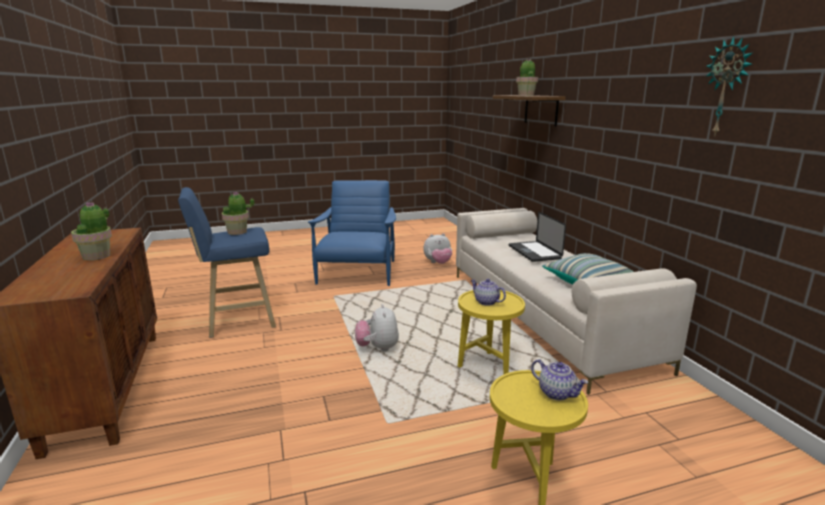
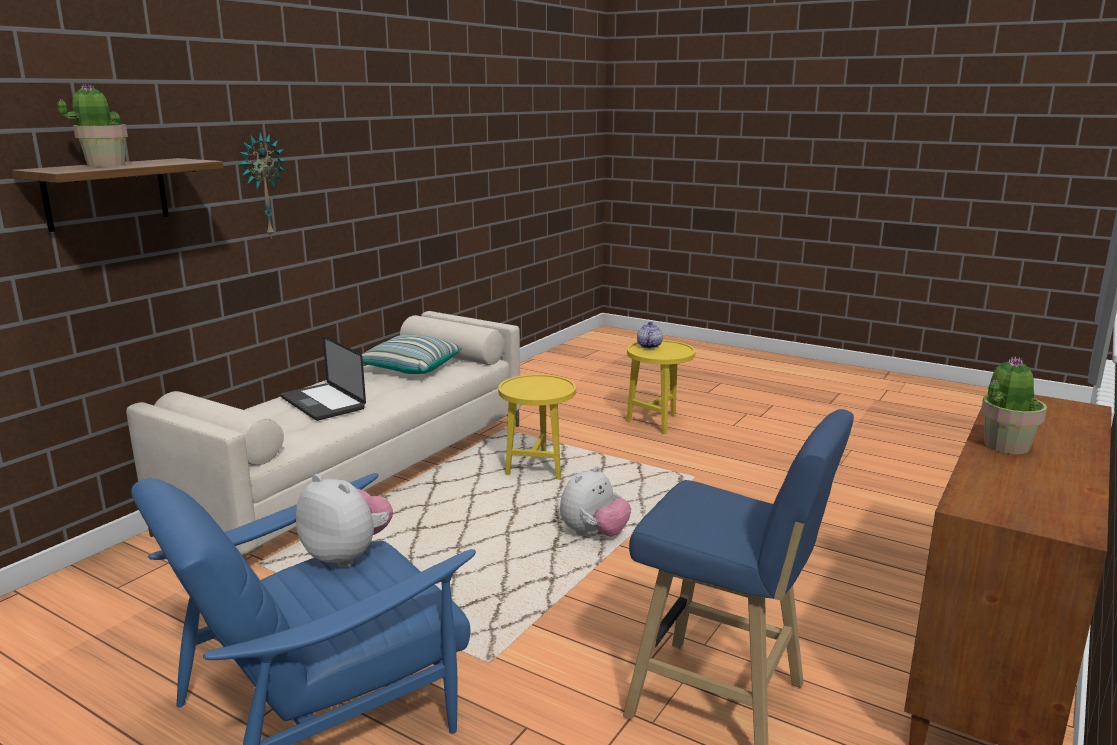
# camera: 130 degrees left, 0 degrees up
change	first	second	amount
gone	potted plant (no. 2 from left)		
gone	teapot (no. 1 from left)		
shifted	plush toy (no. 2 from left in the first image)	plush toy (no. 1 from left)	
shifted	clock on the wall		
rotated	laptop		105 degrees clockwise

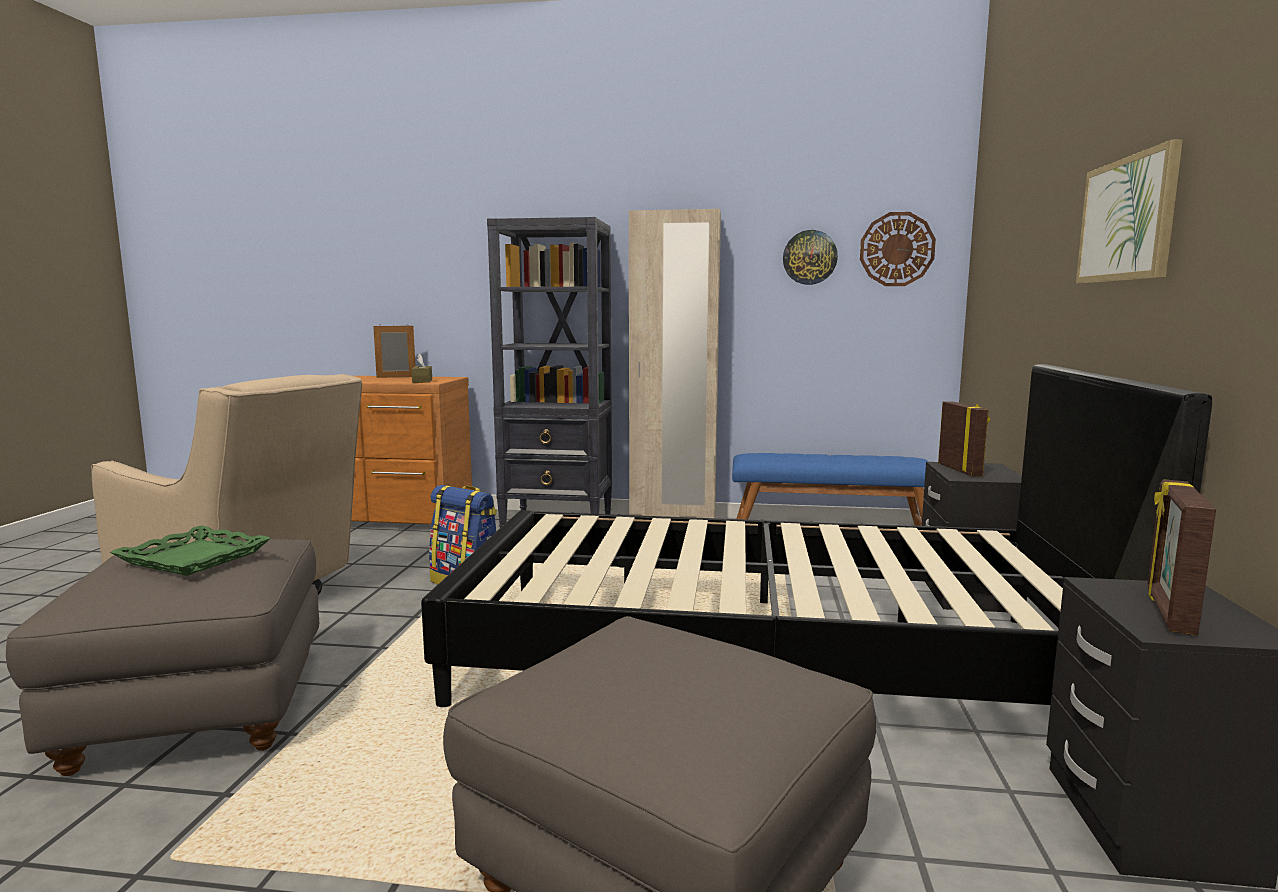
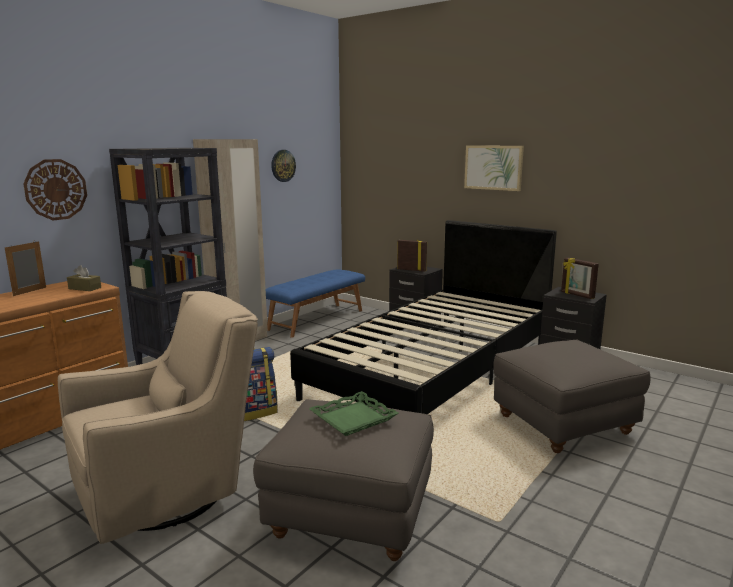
# camera: 60 degrees left, 5 degrees up
change	first	second	amount
shifted	clock on the wall (no. 2 from left in the first image)	clock on the wall (no. 1 from left)	

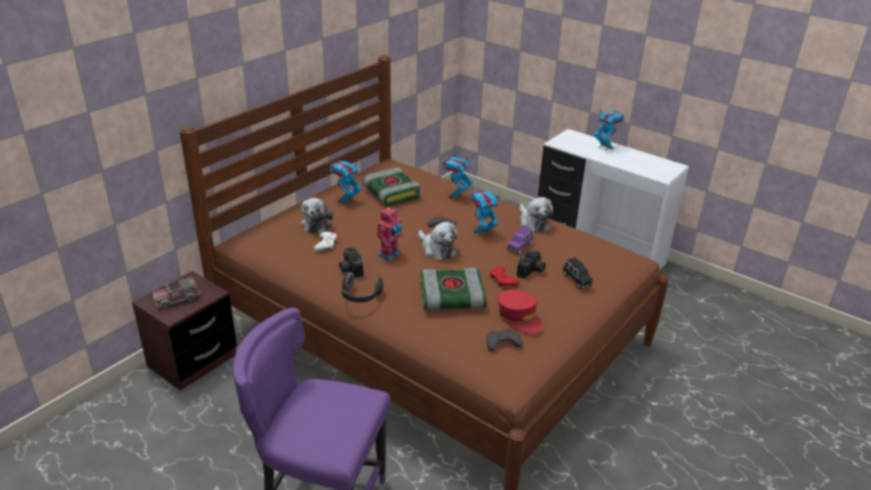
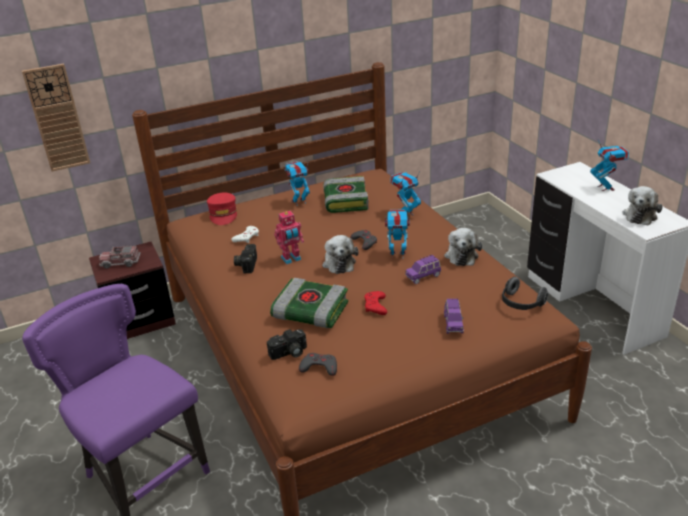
# camera: 30 degrees right, 0 degrees up
change	first	second	amount
new		clock on the wall	
shifted	plush toy (no. 1 from left in the first image)	plush toy (no. 3 from left)	
shifted	pair of headphones		
shifted	red peaked cap		
shifted	still camera (no. 2 from left)		
repainted	black-coloured model car	purple model car (no. 2 from left)	

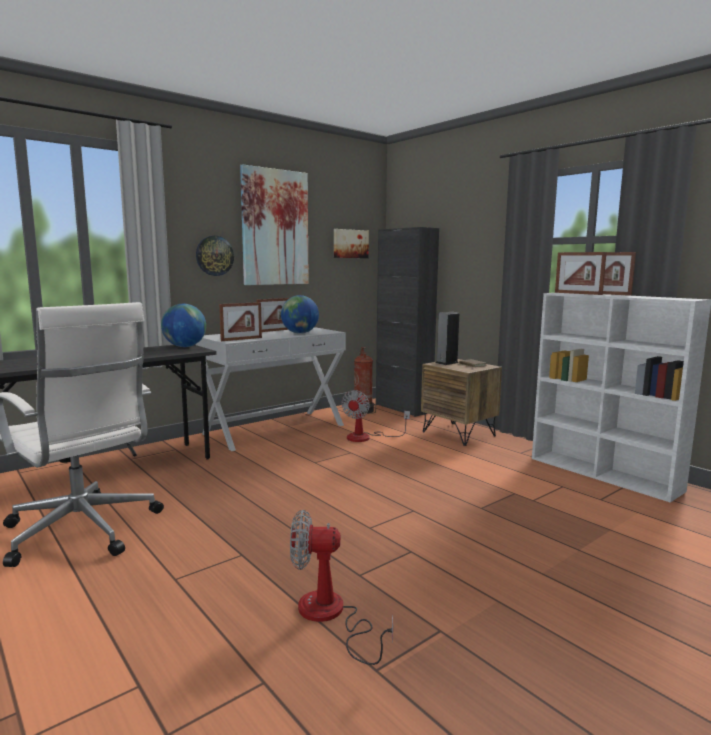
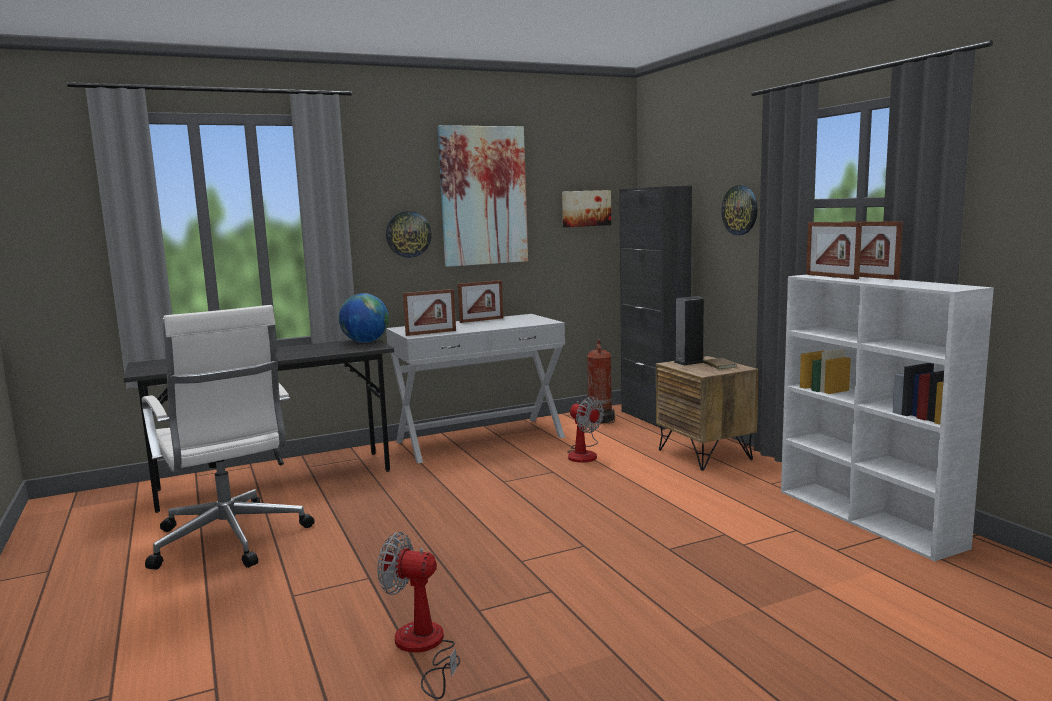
# camera: 15 degrees right, 0 degrees up
change	first	second	amount
gone	globe (no. 2 from left)		
new		clock on the wall (no. 2 from left)	
rotated	cooling fan (no. 2 from left)		75 degrees counterclockwise

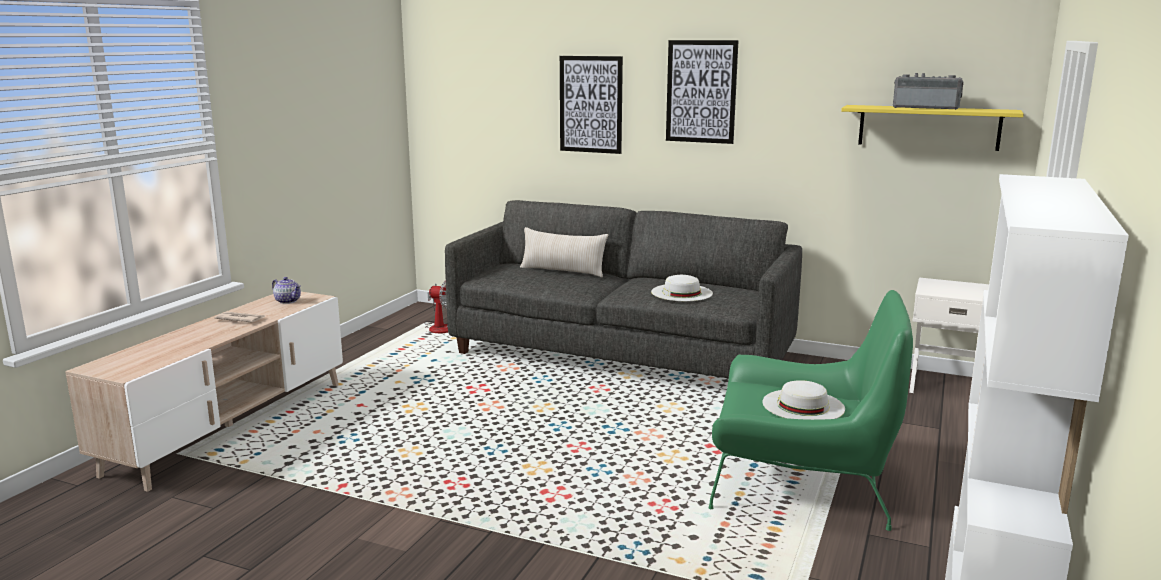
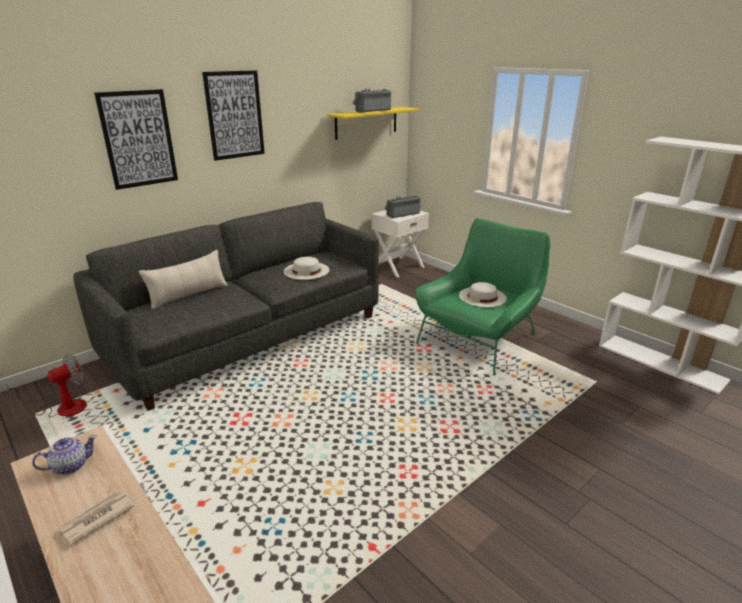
# camera: 65 degrees left, 10 degrees up
change	first	second	amount
new		radio (no. 2 from left)	

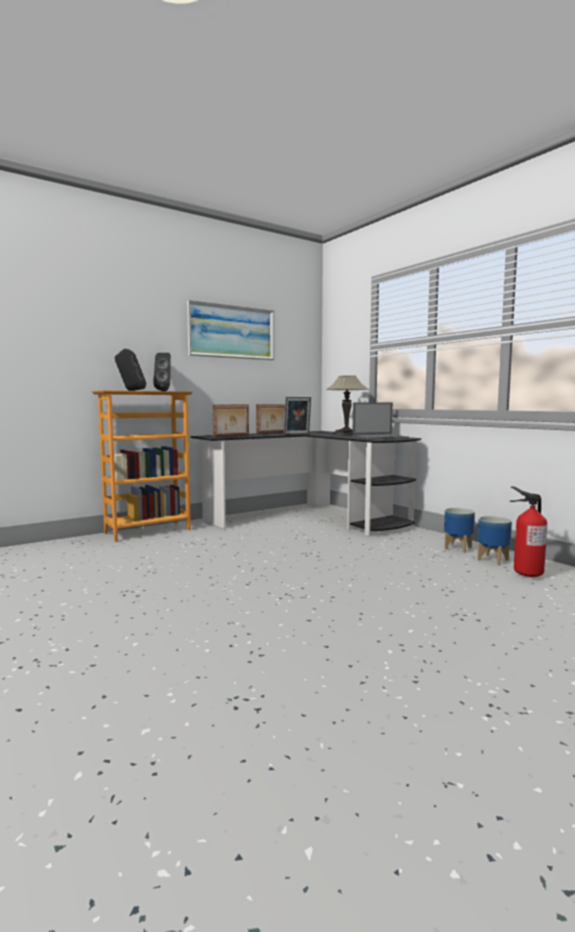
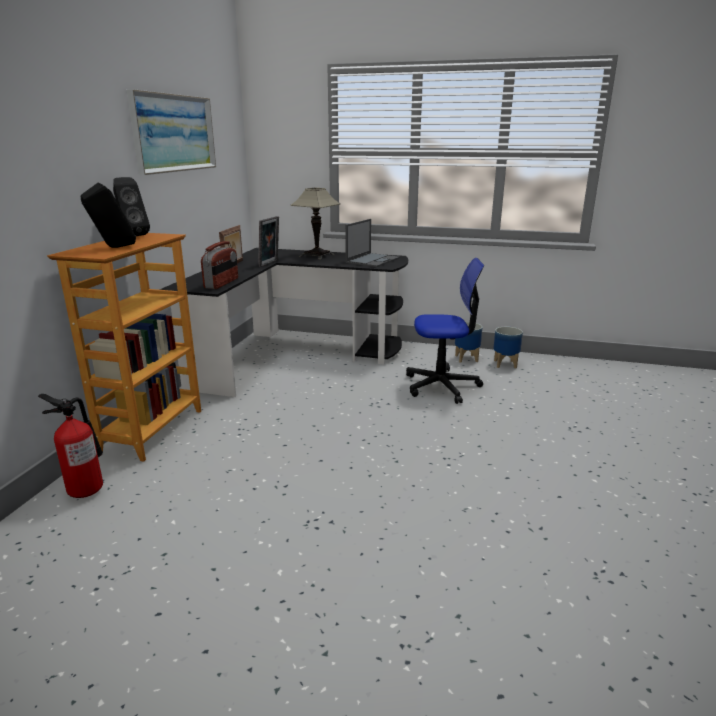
# camera: 40 degrees left, 15 degrees up
change	first	second	amount
new		office chair	
shifted	extinguisher		
swapped	picture frame (no. 1 from left)	radio	

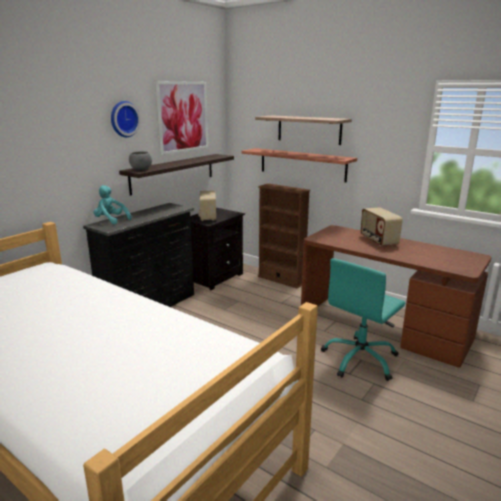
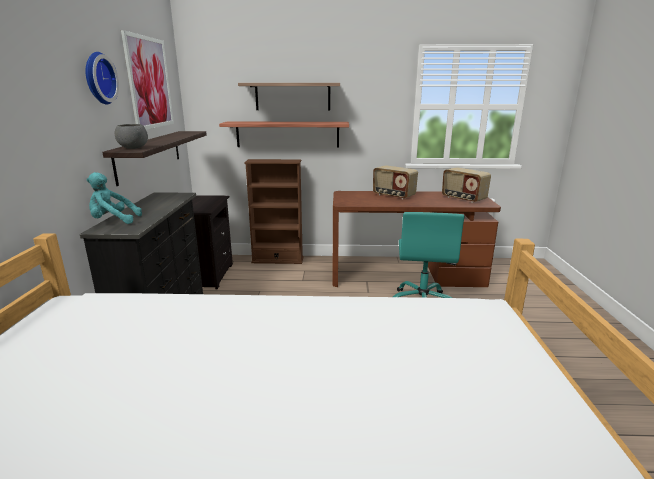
# camera: 35 degrees left, 0 degrees up
change	first	second	amount
shifted	radio (no. 1 from left in the first image)	radio (no. 2 from left)	

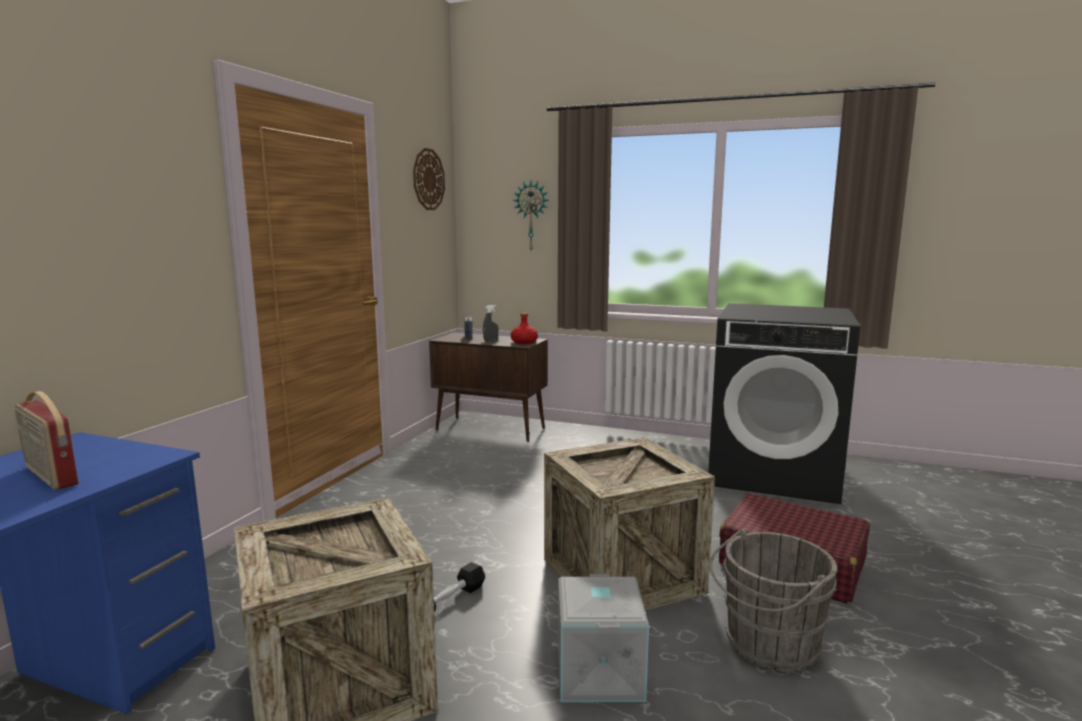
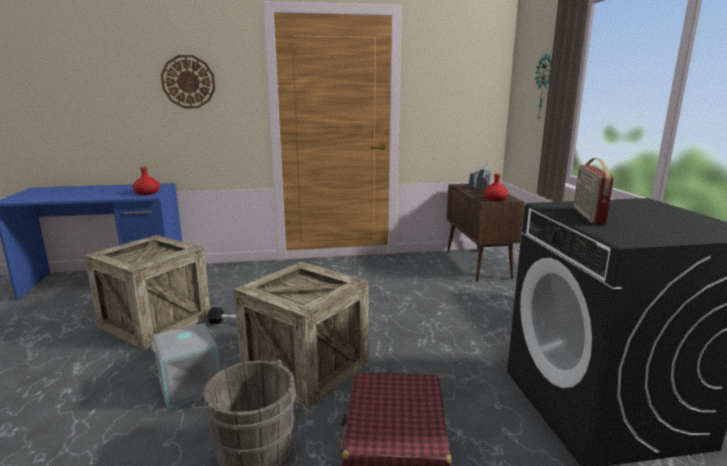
# camera: 60 degrees right, 5 degrees up
change	first	second	amount
new		red bottle (no. 1 from left)	
shifted	radio (no. 1 from left in the first image)	radio (no. 2 from left)	
shifted	clock on the wall (no. 1 from left)		

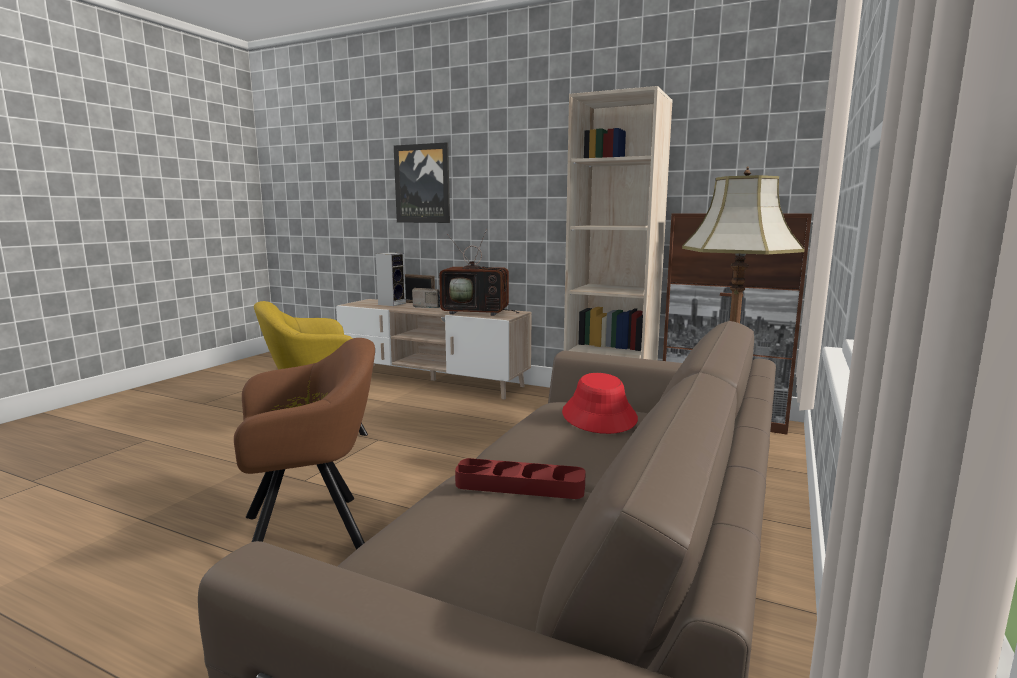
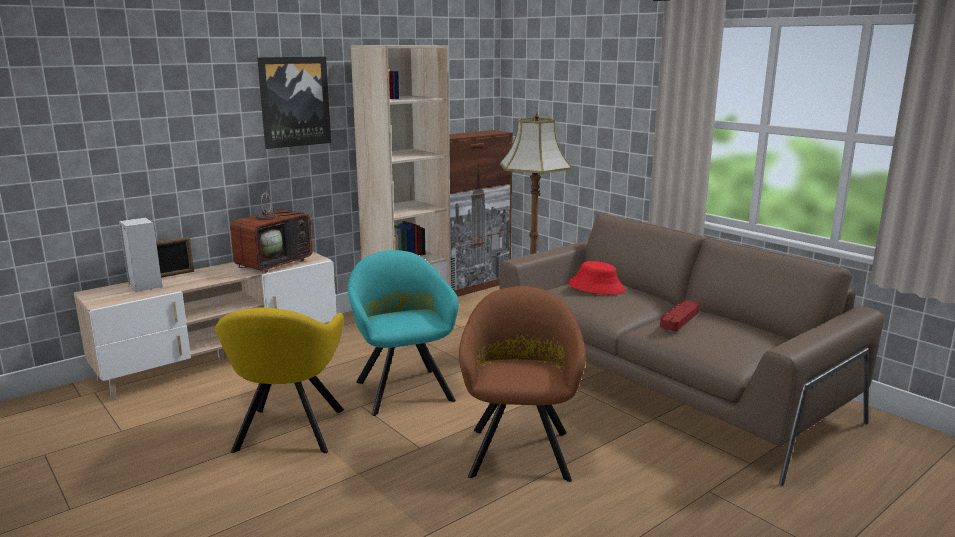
# camera: 65 degrees left, 5 degrees up
change	first	second	amount
gone	radio		
new		turquoise armchair	
shifted	wall art		

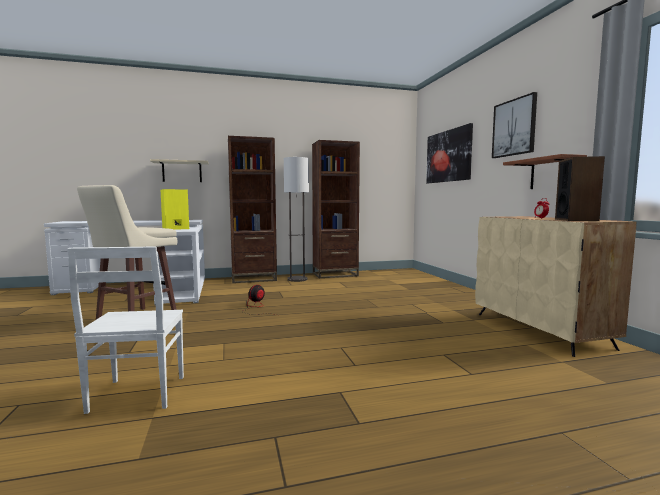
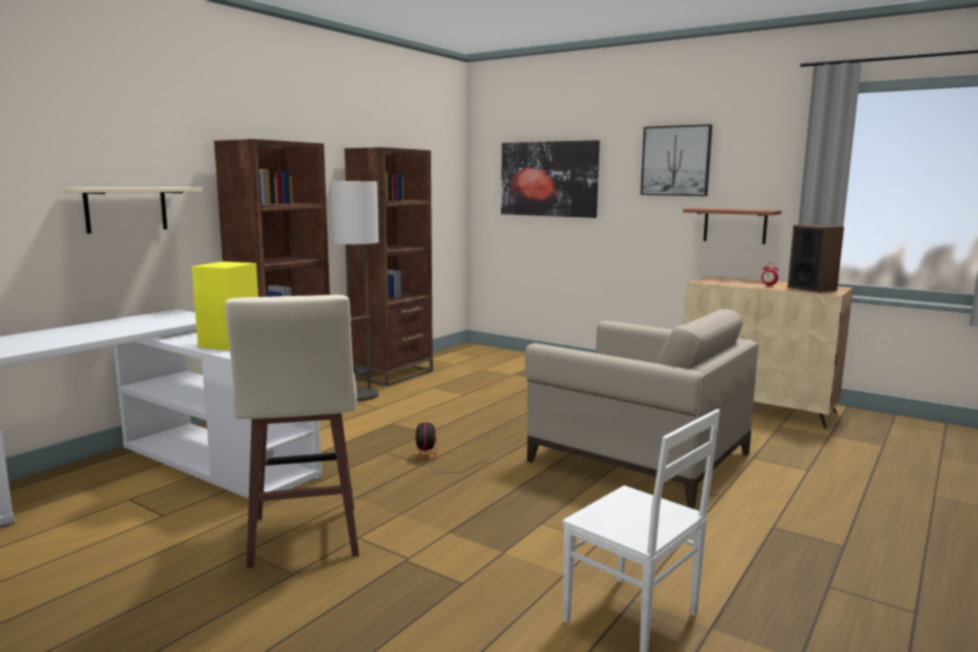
# camera: 40 degrees left, 5 degrees up
change	first	second	amount
new		beige armchair	

